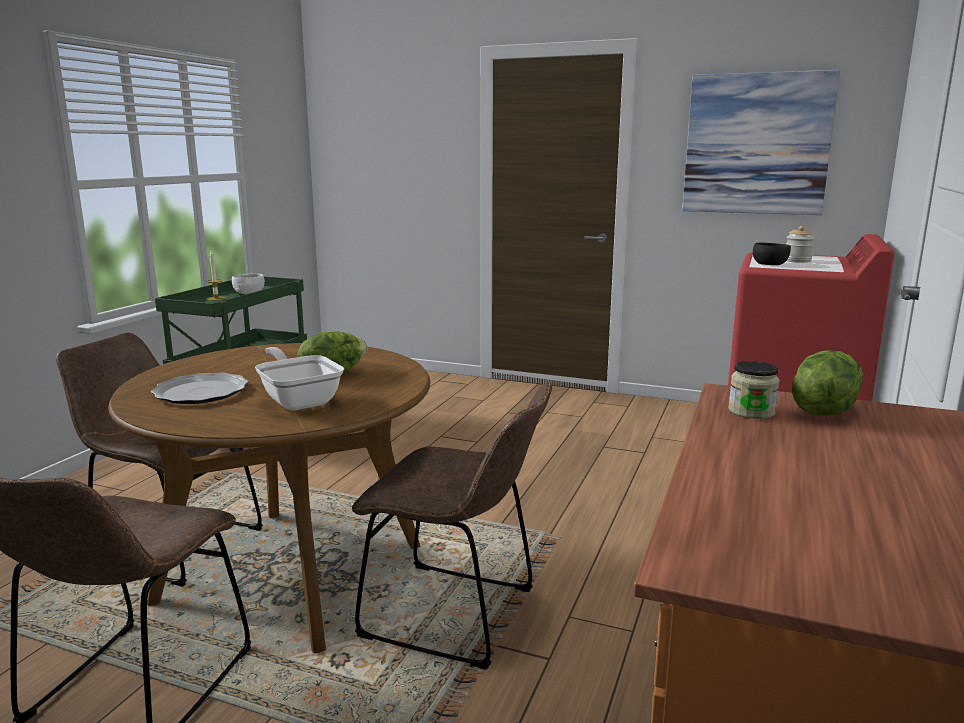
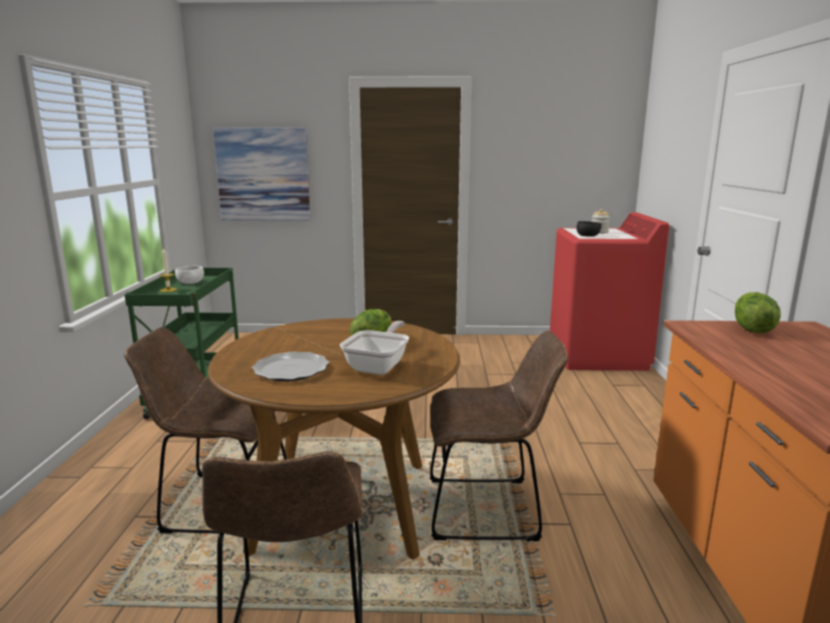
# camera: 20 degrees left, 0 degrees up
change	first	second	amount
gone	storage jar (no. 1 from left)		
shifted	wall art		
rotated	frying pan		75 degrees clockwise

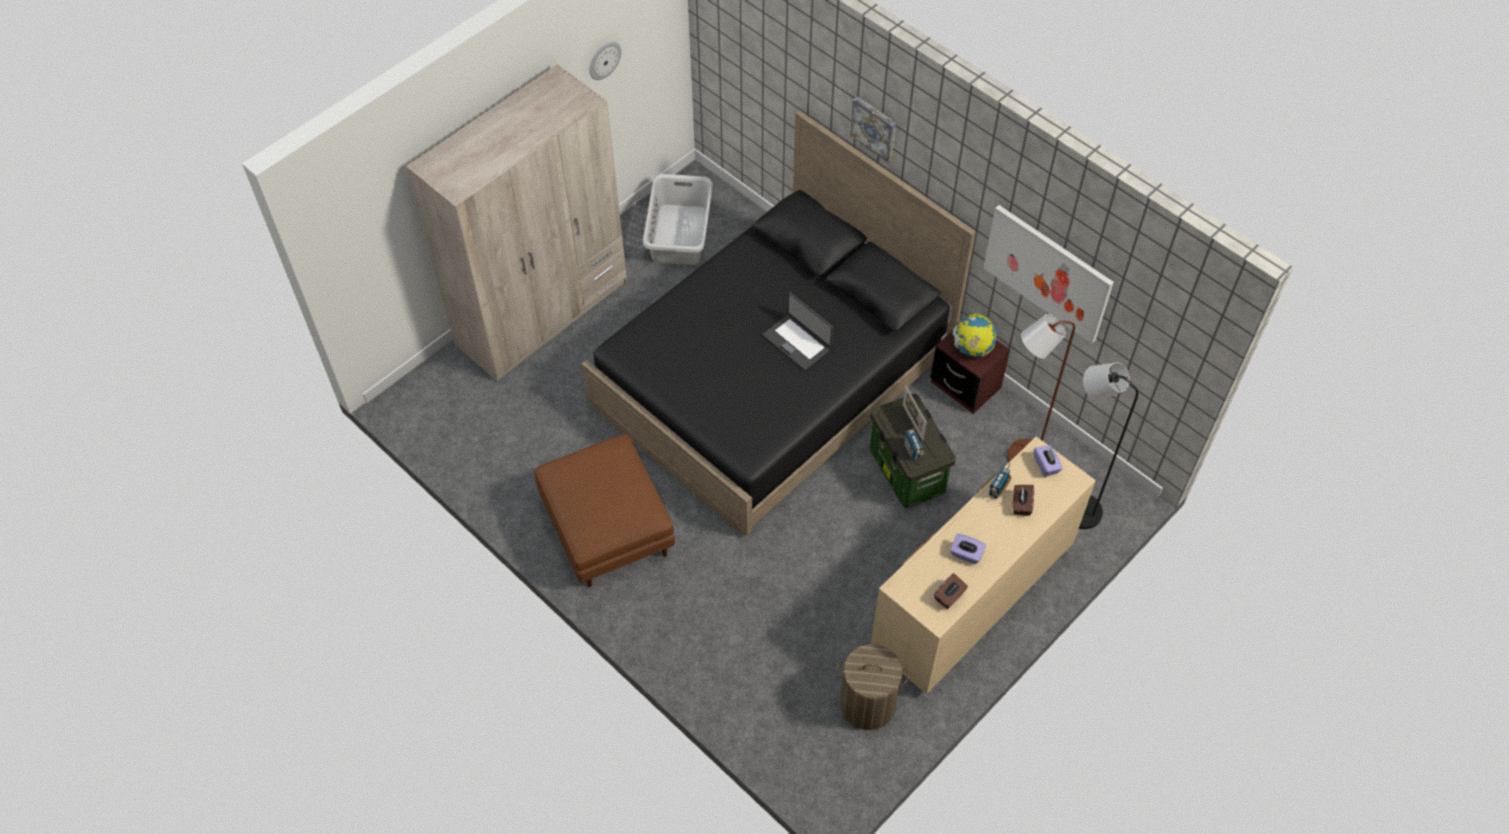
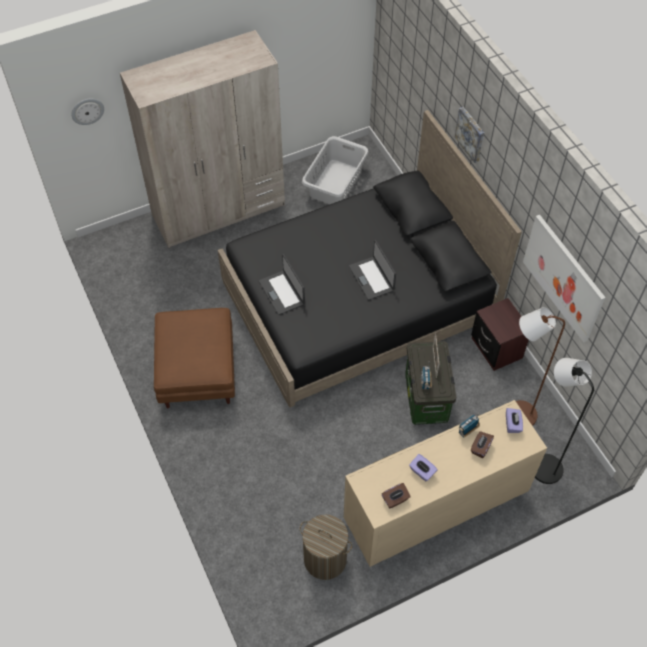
# camera: 20 degrees right, 0 degrees up
change	first	second	amount
gone	globe		
new		laptop (no. 1 from left)	
shifted	clock on the wall		

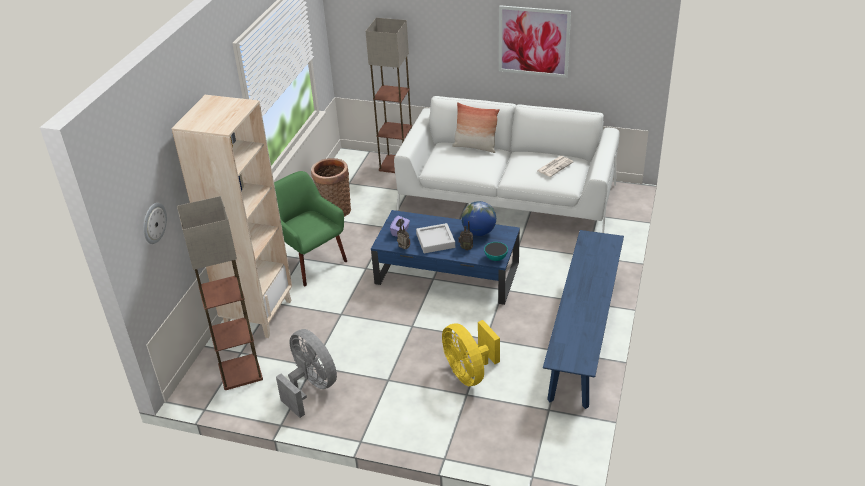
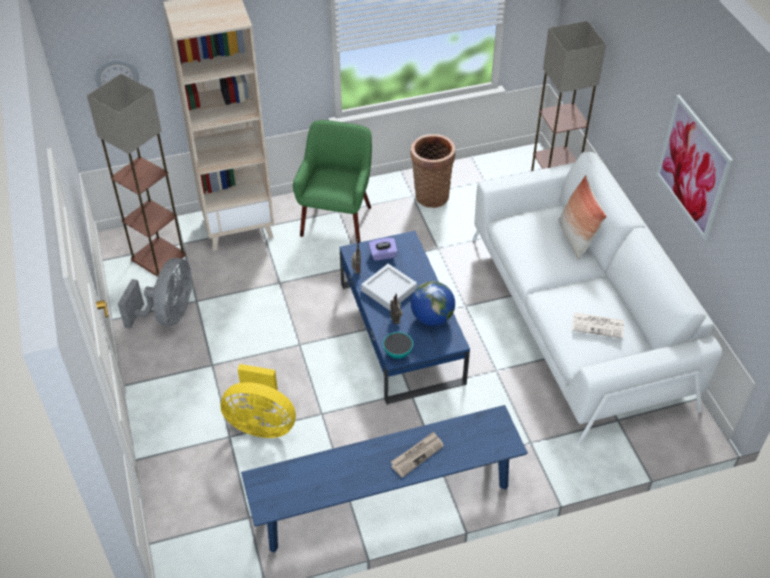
# camera: 55 degrees right, 10 degrees up
change	first	second	amount
new		newspaper (no. 1 from left)	
rotated	yellow cooling fan		105 degrees counterclockwise

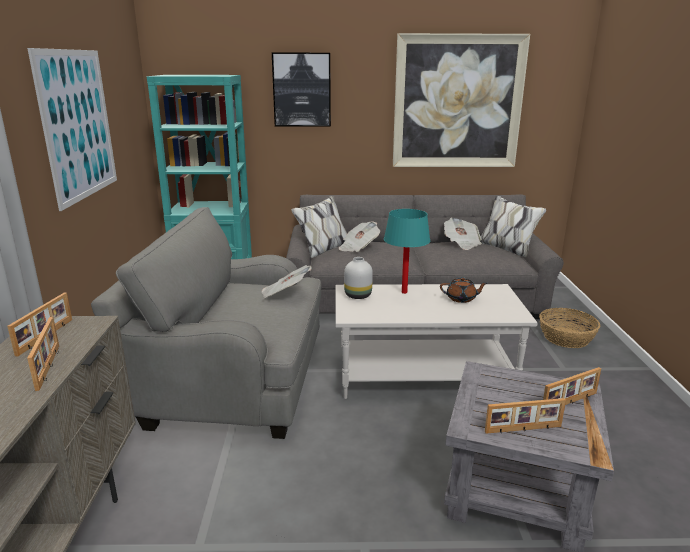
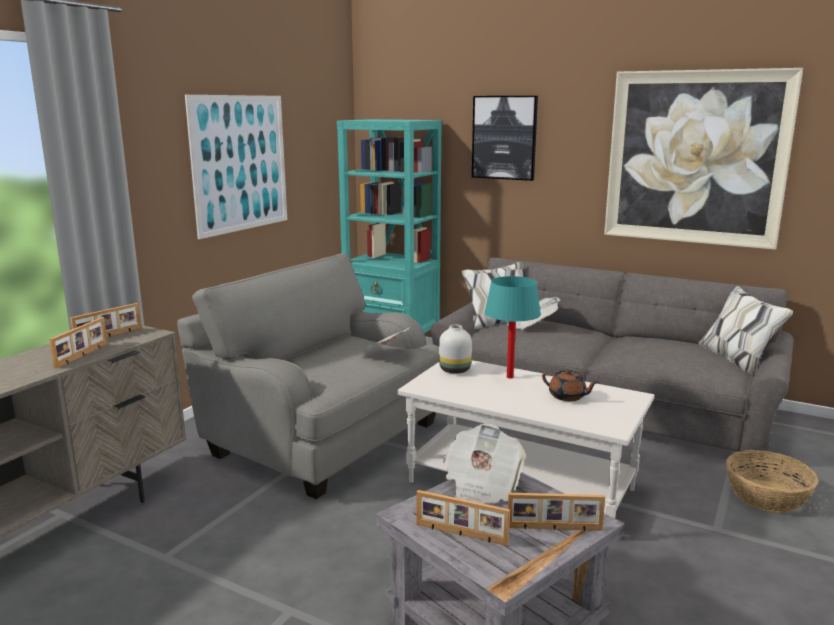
# camera: 30 degrees right, 5 degrees down
change	first	second	amount
shifted	newspaper (no. 3 from left in the first image)	newspaper (no. 2 from left)	

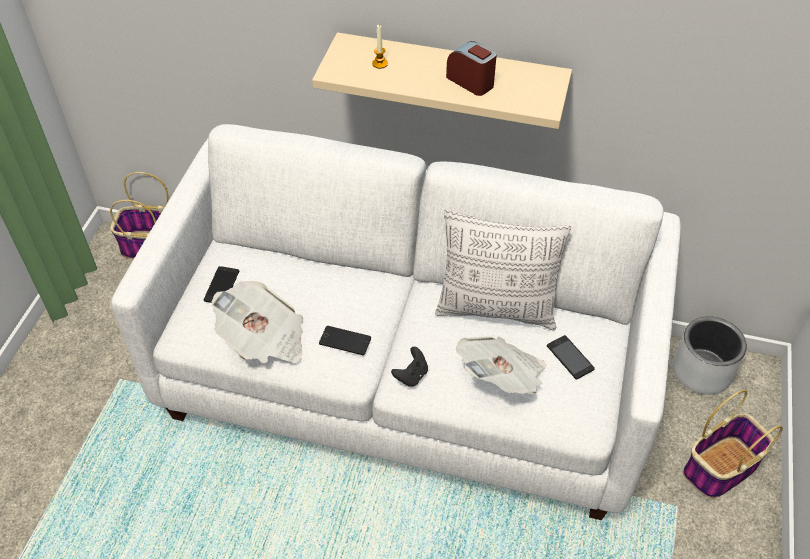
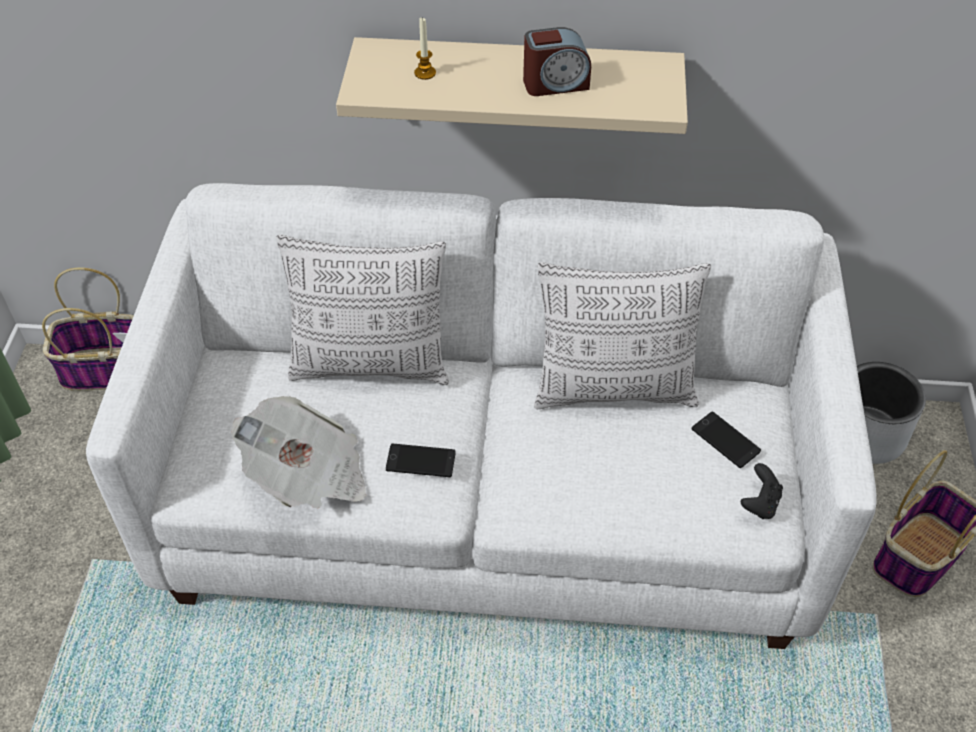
# camera: 10 degrees left, 0 degrees up
change	first	second	amount
gone	handset (no. 1 from left)		
gone	newspaper (no. 2 from left)		
new		cushion (no. 1 from left)	
shifted	black-coloured joypad		
rotated	alarm clock		135 degrees clockwise

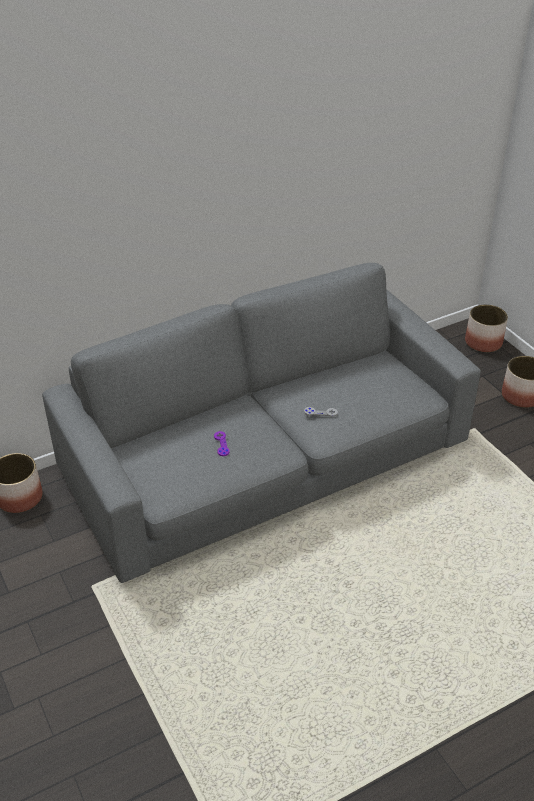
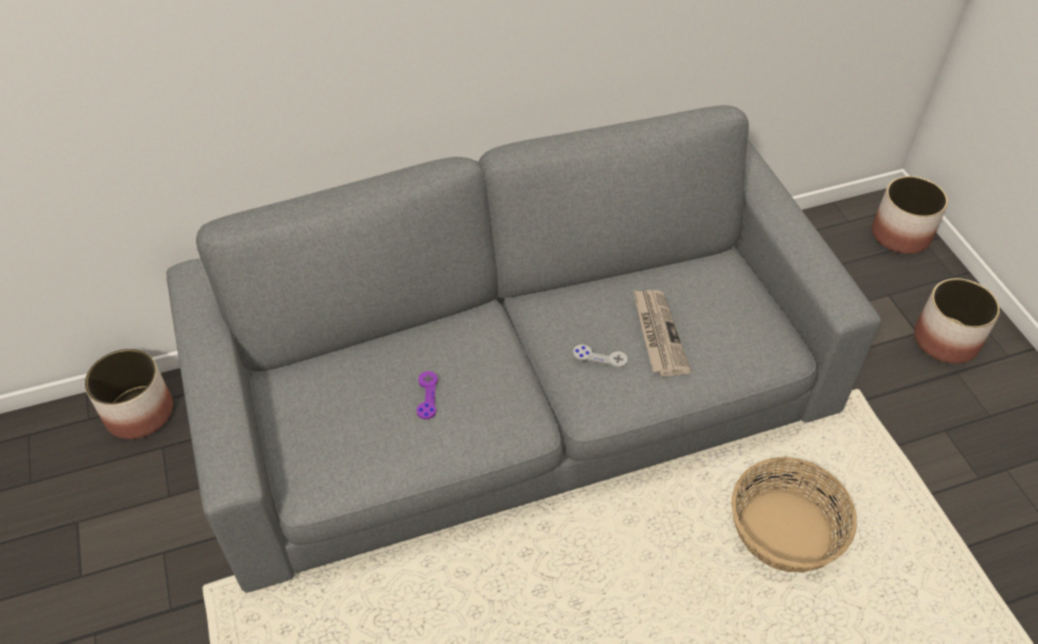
# camera: 10 degrees right, 10 degrees up
change	first	second	amount
new		newspaper	
new		storage basket	

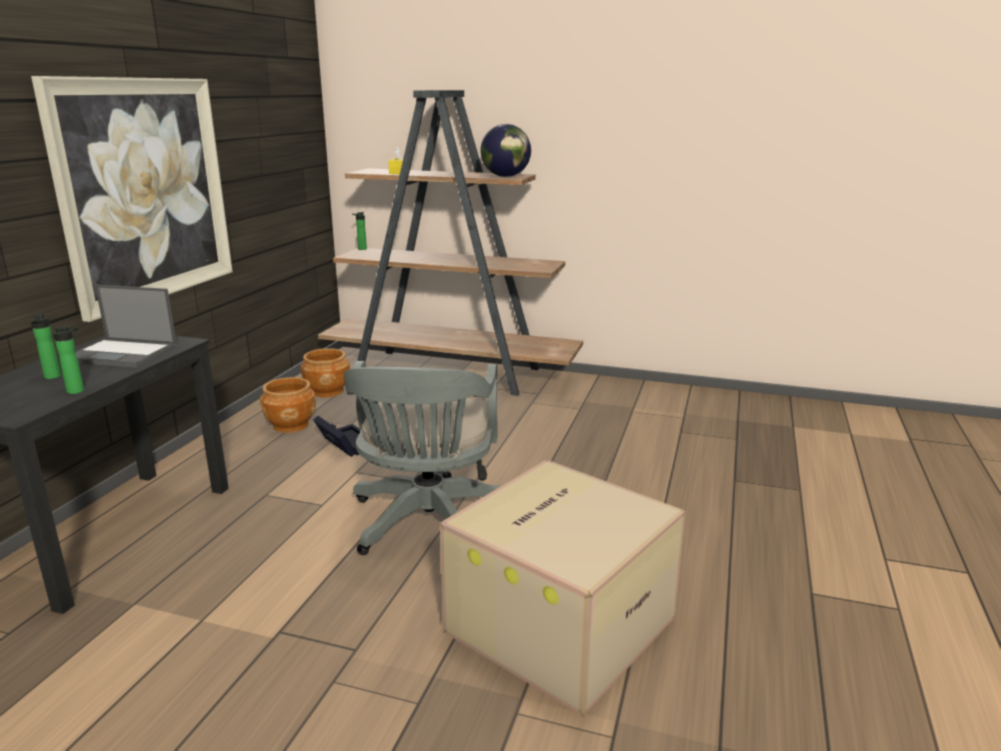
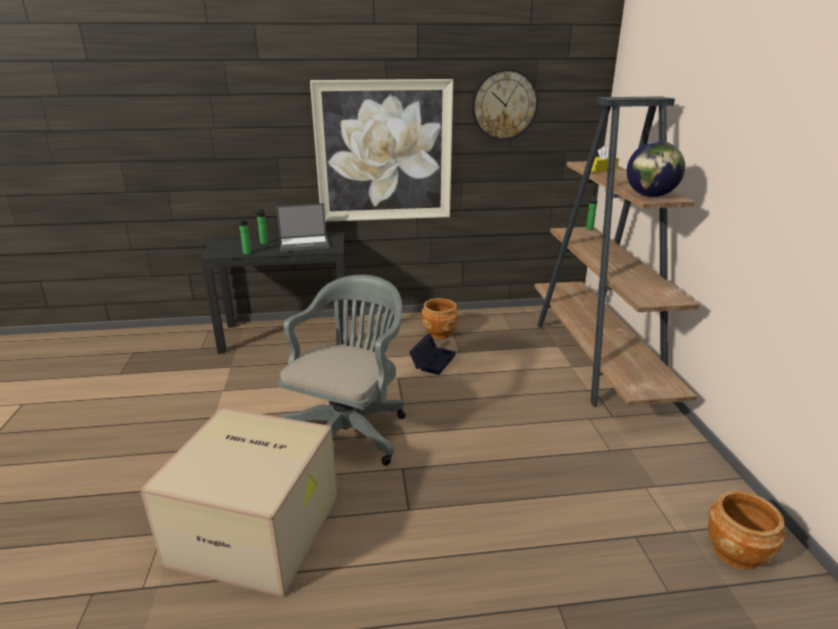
# camera: 65 degrees right, 5 degrees up
change	first	second	amount
new		clock on the wall	
shifted	brown-coloured flower pot (no. 2 from left)		
rotated	laptop		90 degrees counterclockwise
rotated	greyish office chair		135 degrees clockwise

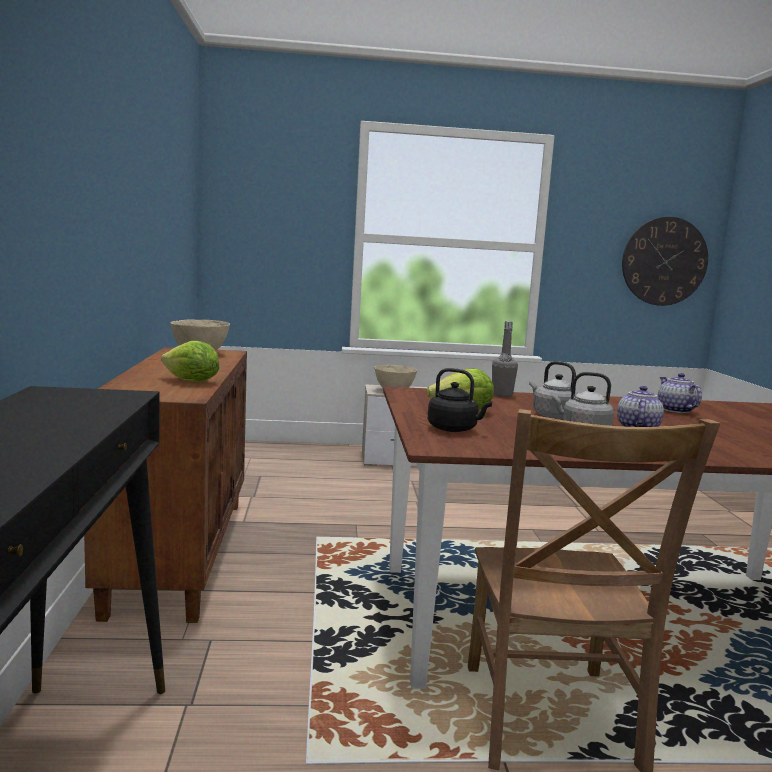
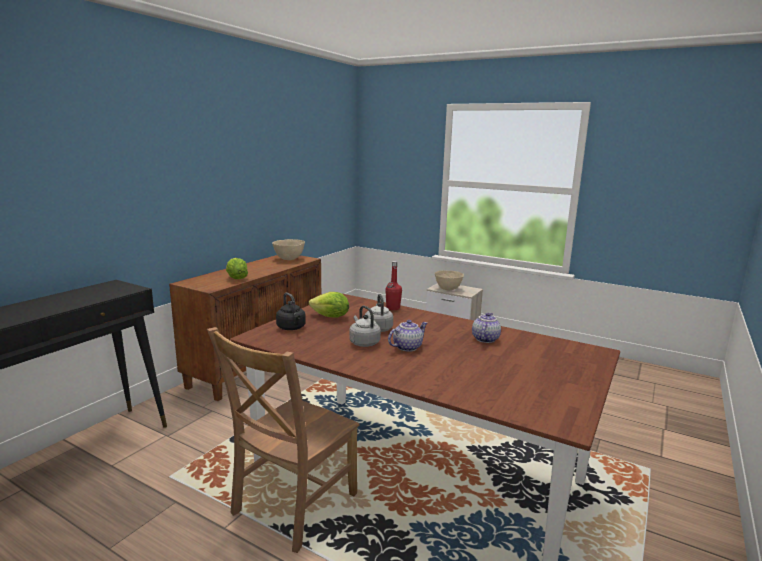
# camera: 35 degrees right, 5 degrees up
change	first	second	amount
gone	clock on the wall		
repainted	greyish bottle	red bottle	

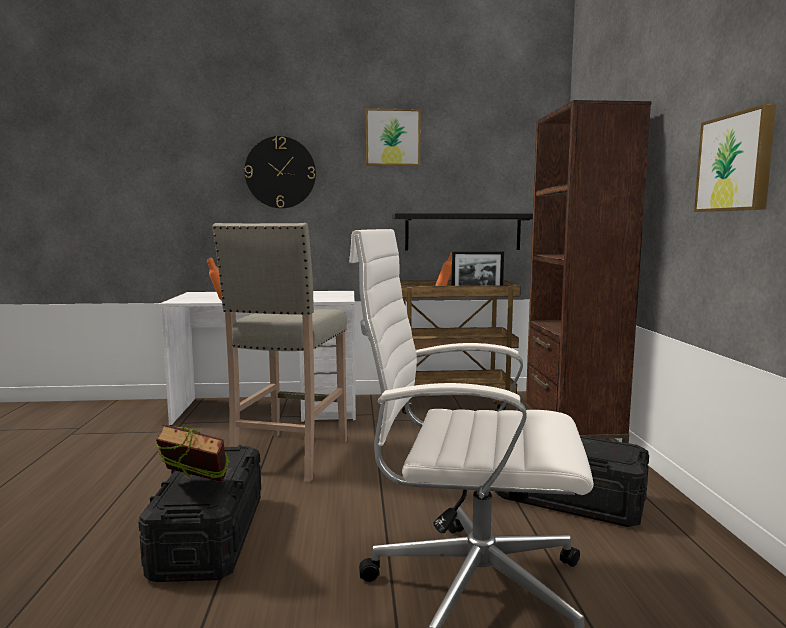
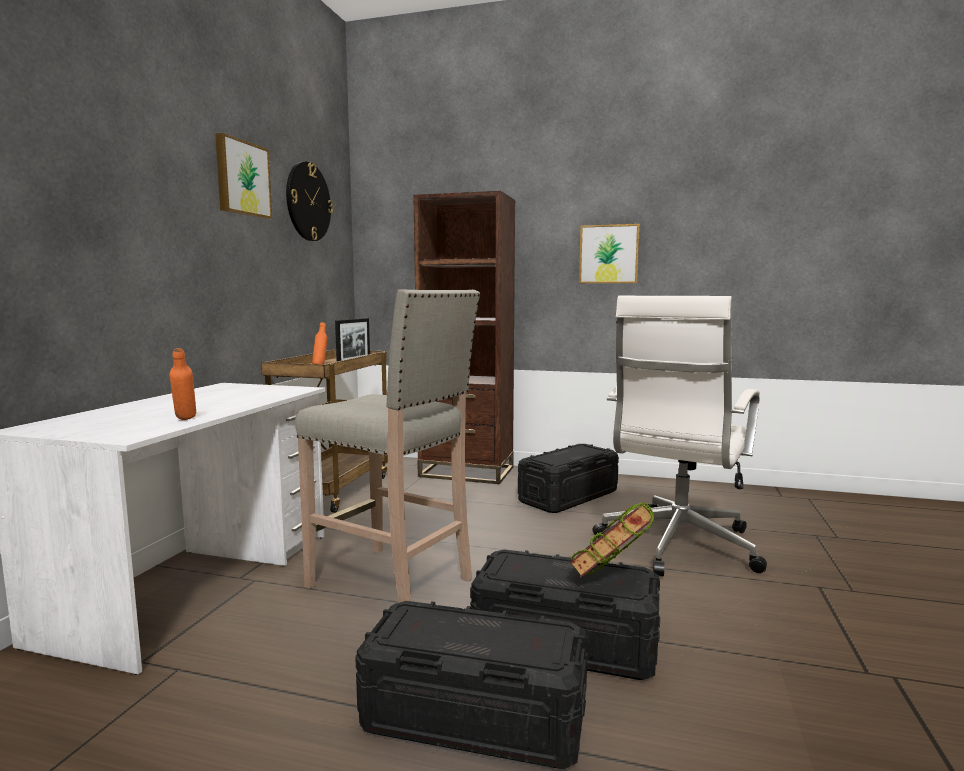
# camera: 70 degrees left, 0 degrees up
change	first	second	amount
gone	black-coloured shelf		
new		black-coloured storage bin (no. 1 from left)	
shifted	clock on the wall		

